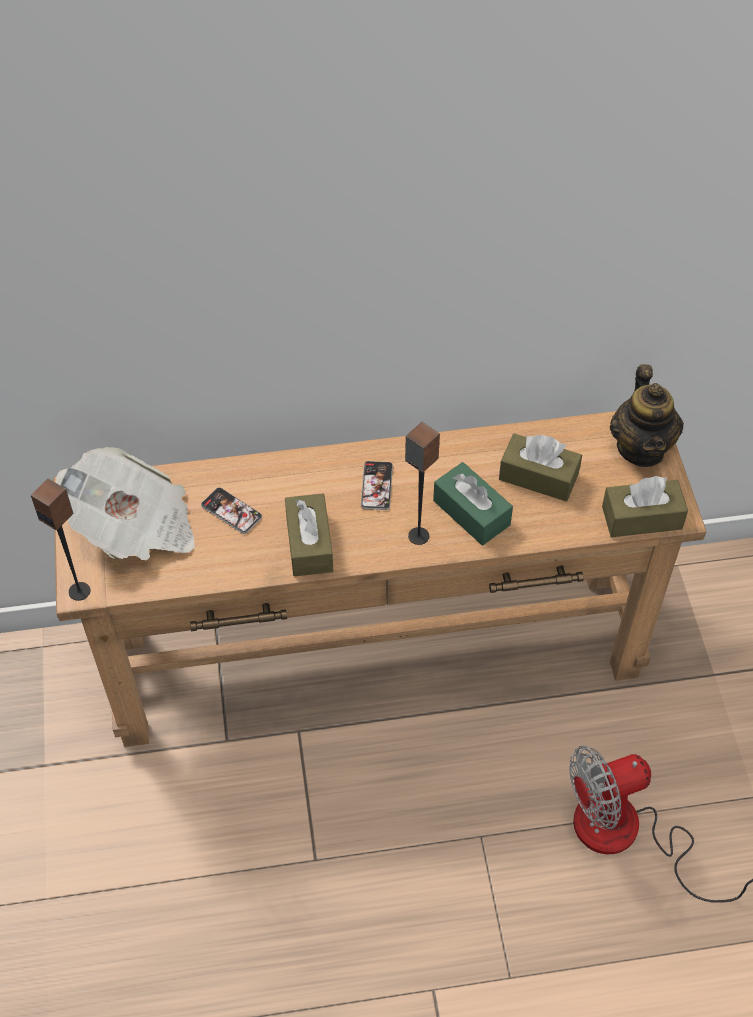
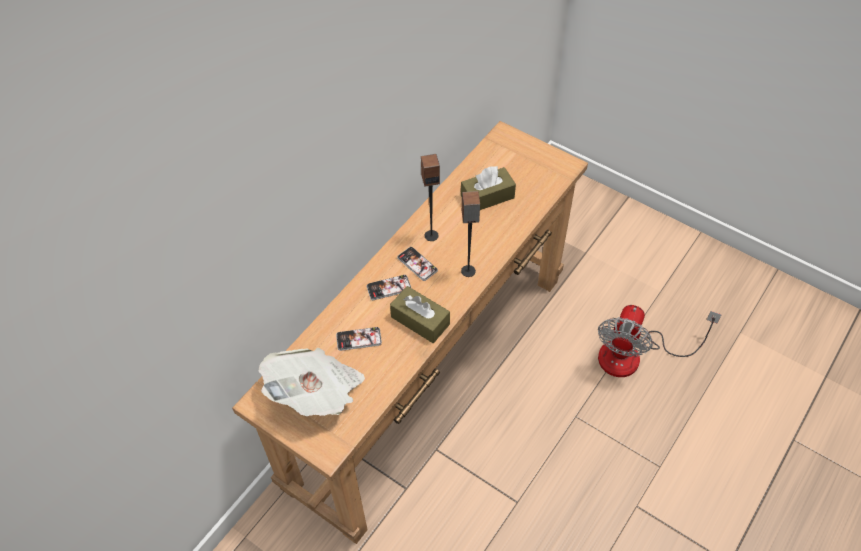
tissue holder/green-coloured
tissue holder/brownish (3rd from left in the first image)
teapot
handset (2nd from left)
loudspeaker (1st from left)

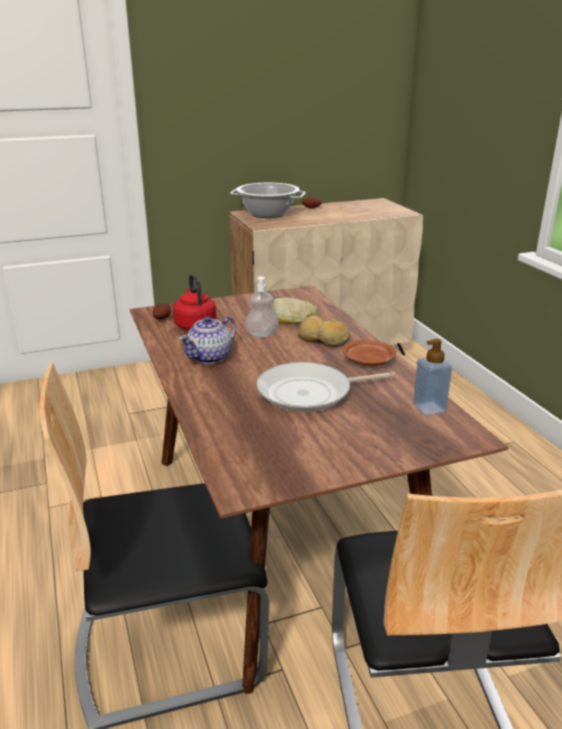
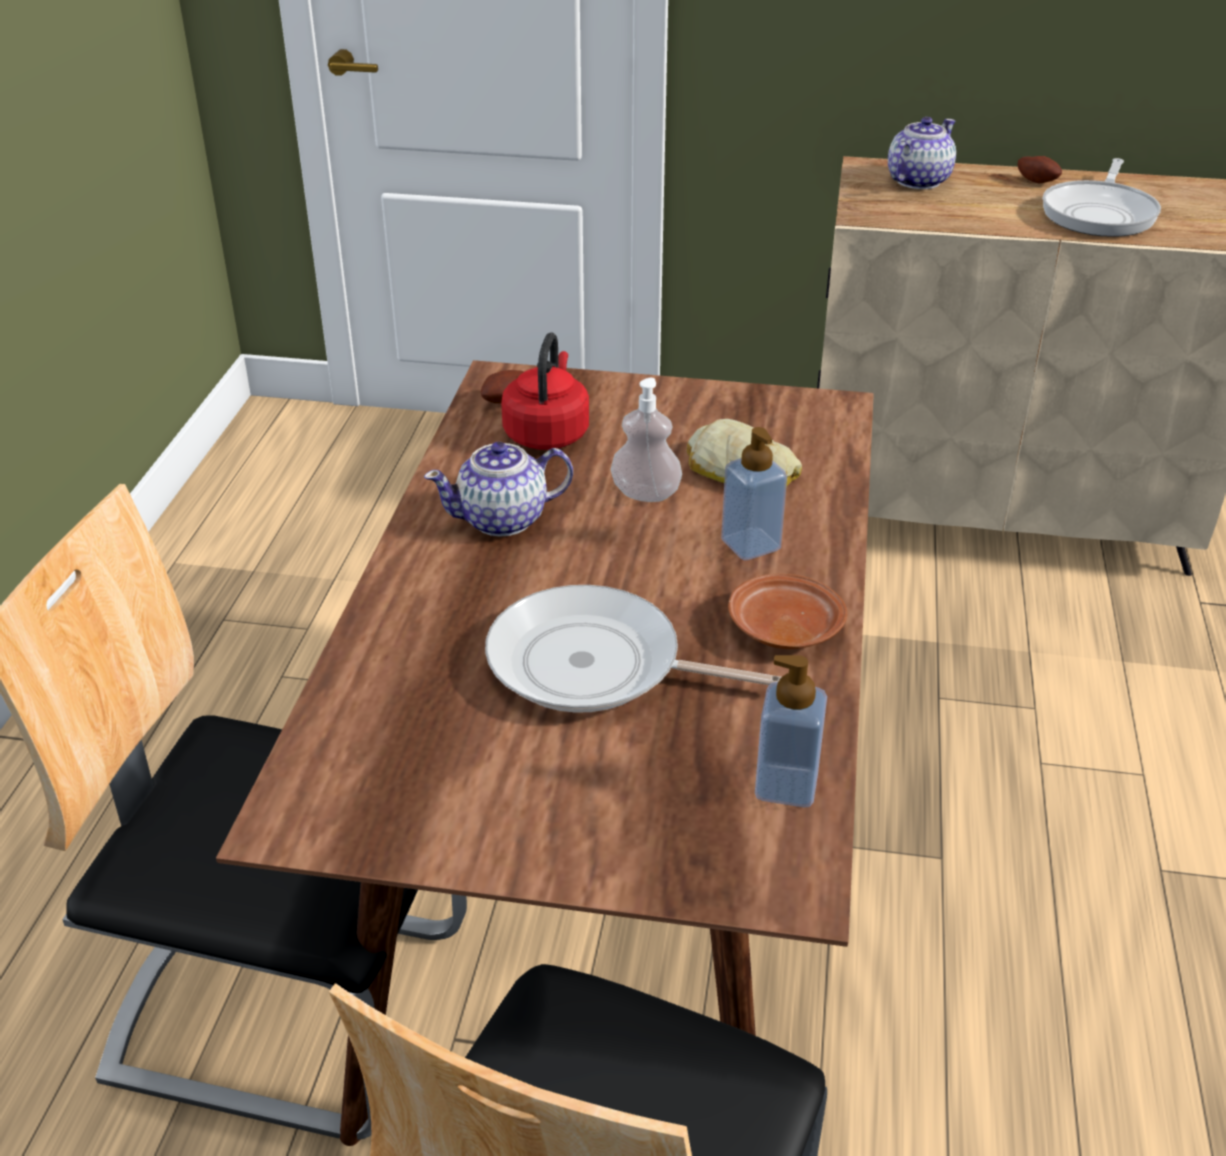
pan (2nd from left)
teapot (2nd from left)
liquid soap bottle (2nd from left)

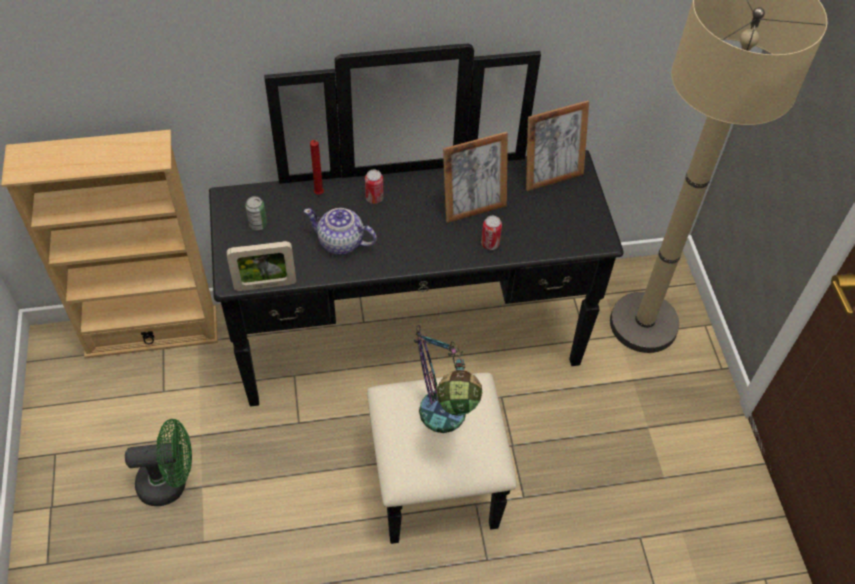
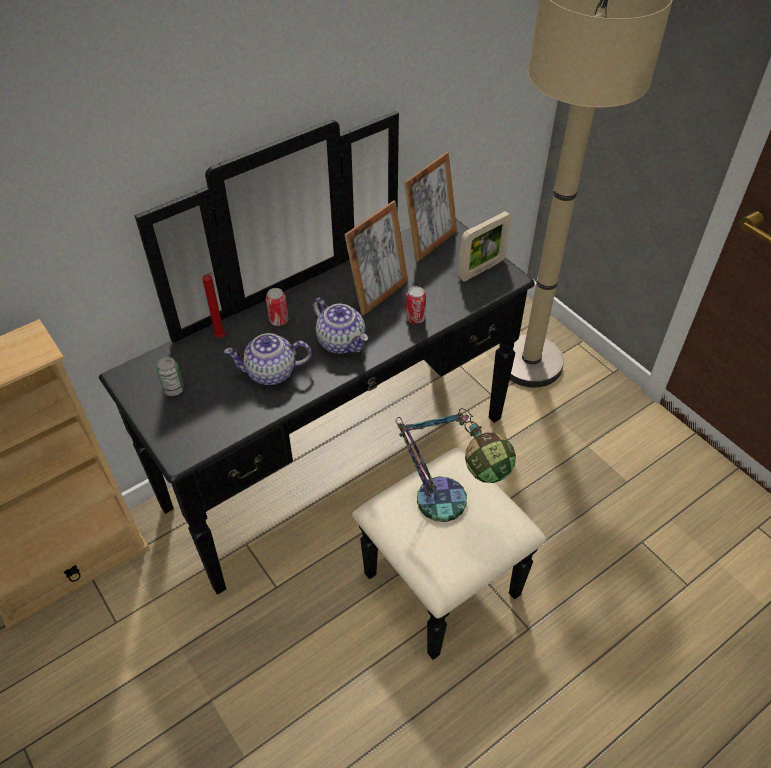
fan/green-coloured
teapot (2nd from left)
photo frame (3rd from left)

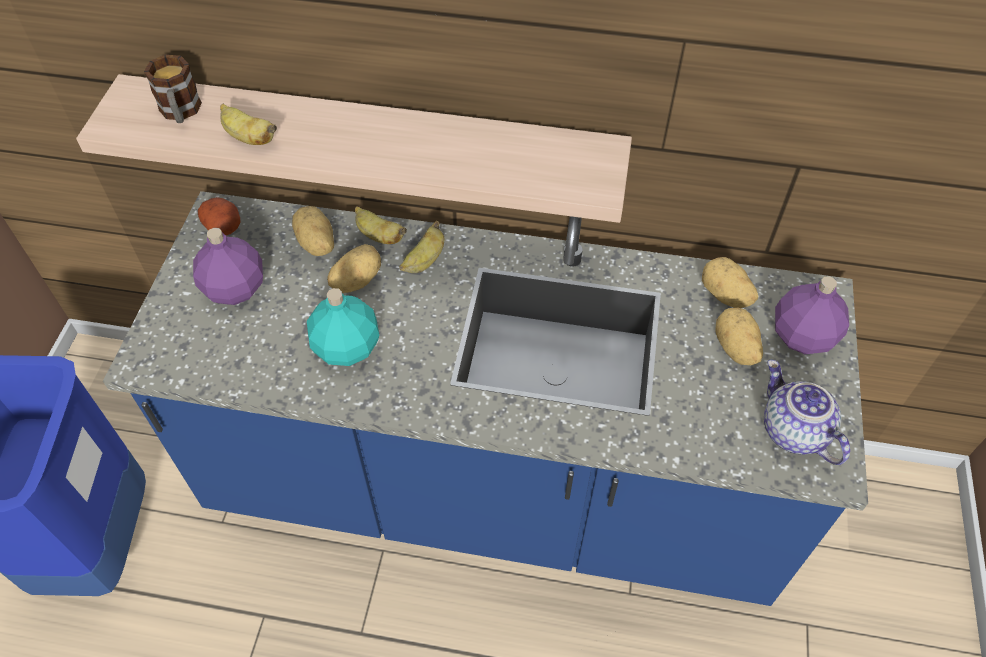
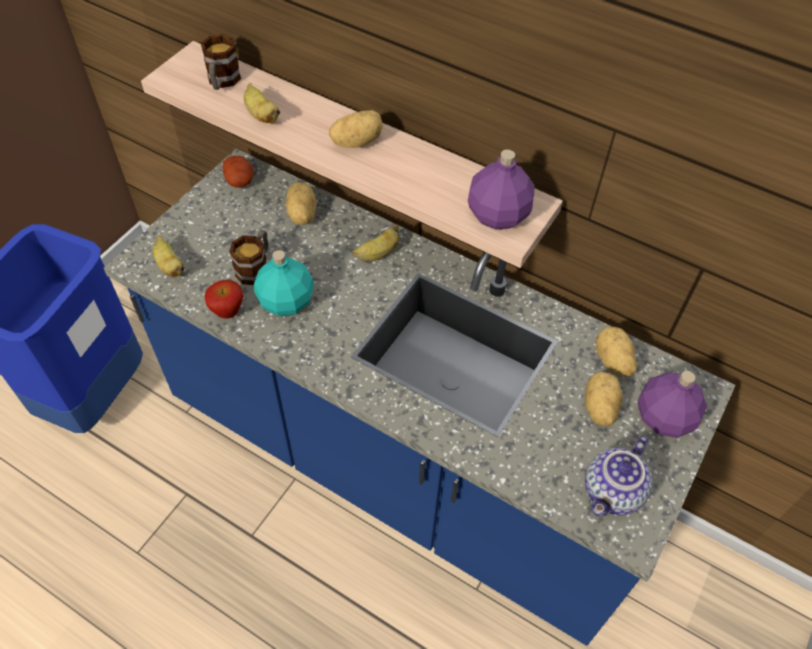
apple fruit
coffee mug (2nd from left)
beverage bottle/purple (1st from left)
potato (3rd from left)
banana fruit (1st from left)
teapot

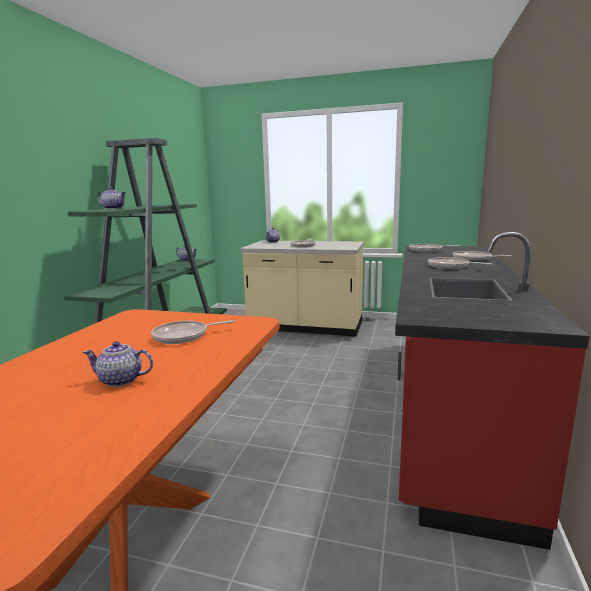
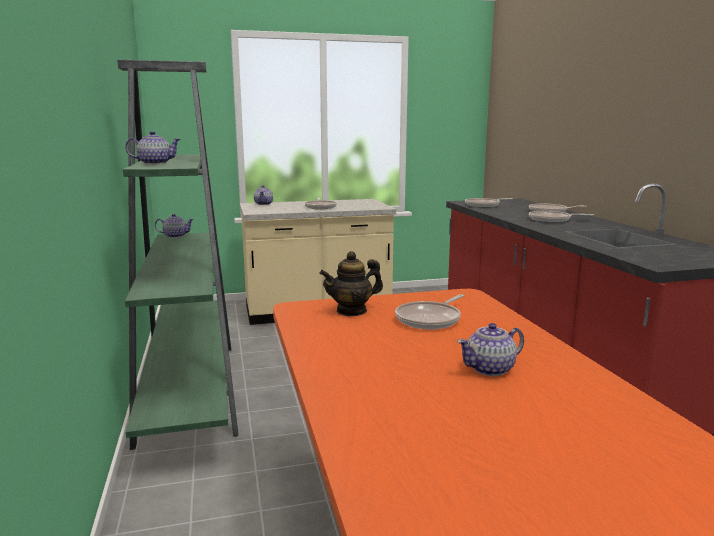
teapot (4th from left)

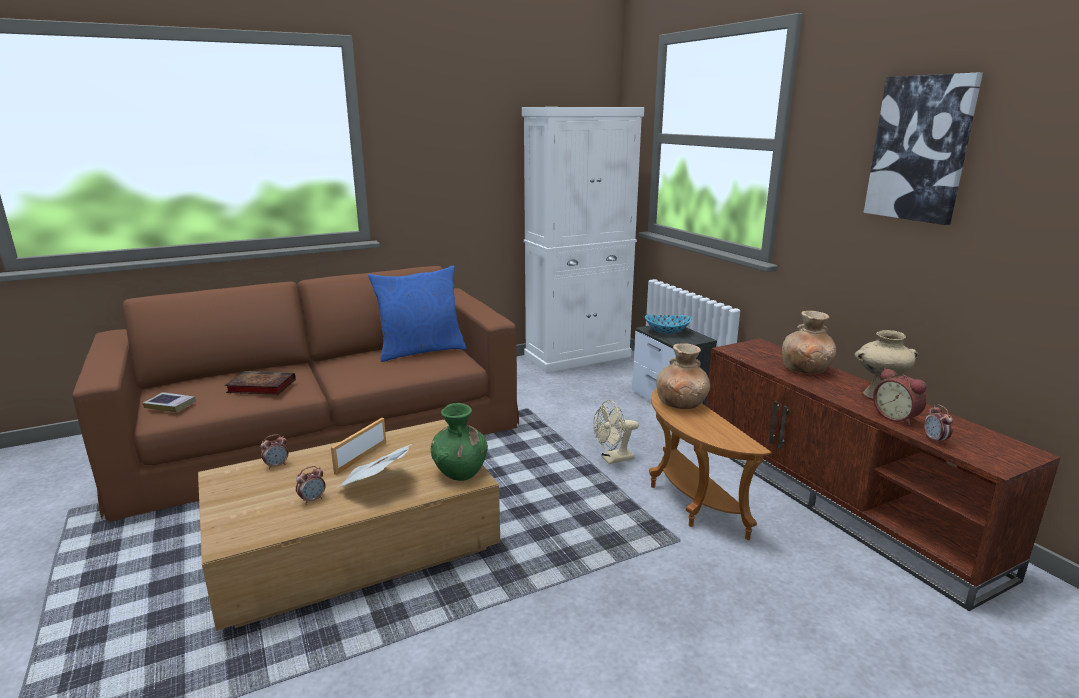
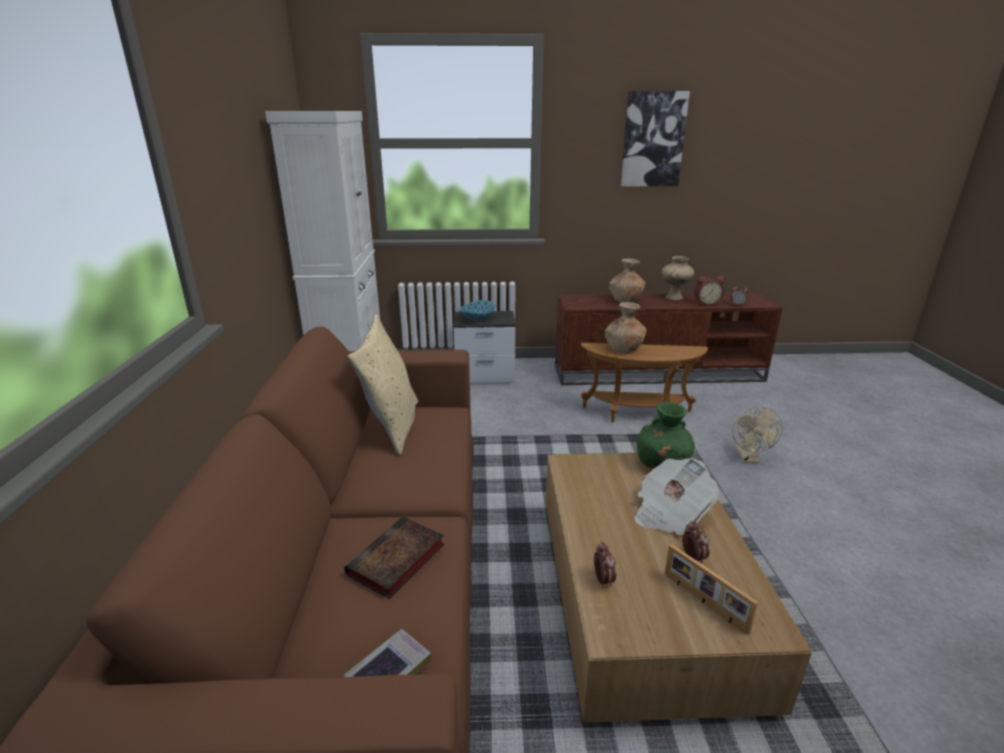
photo frame
fan/sand-coloured
cushion/sand-coloured

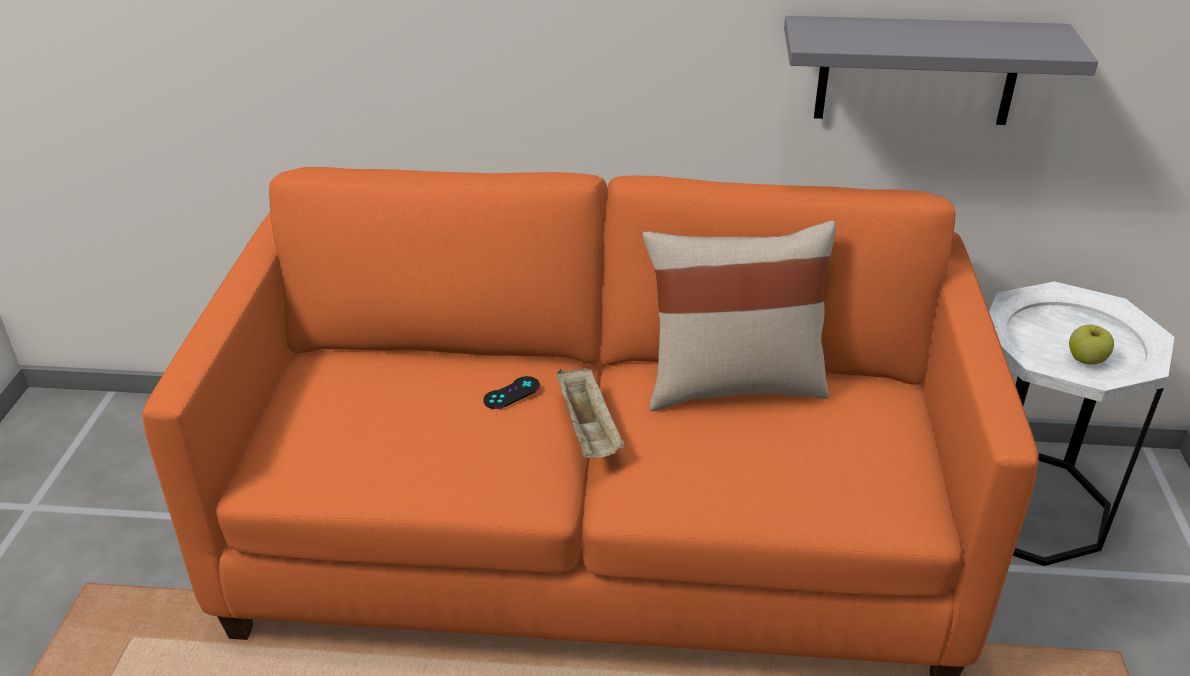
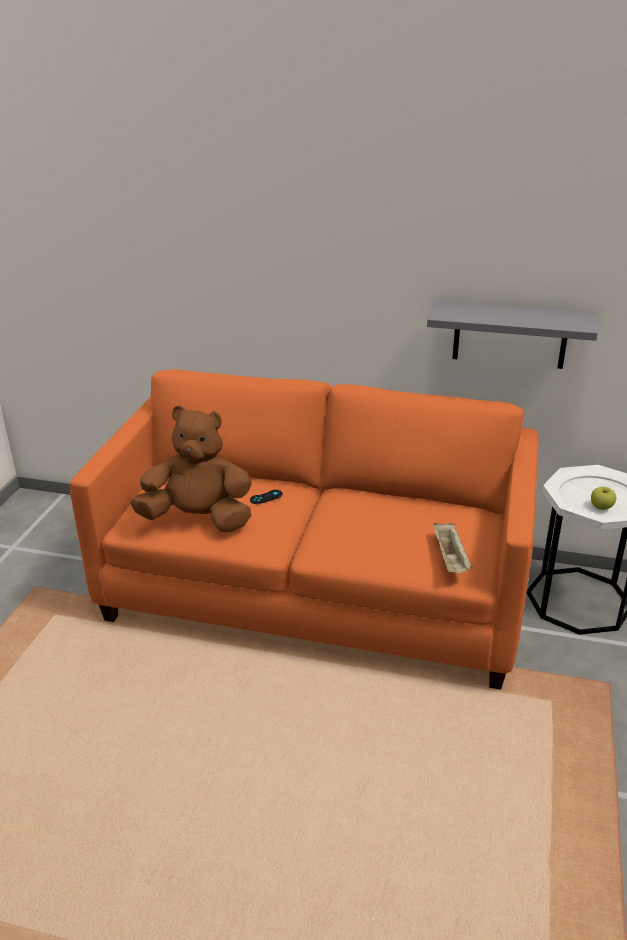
cushion/sand-coloured
cuddly toy/brownish
carrying tray/sand-coloured

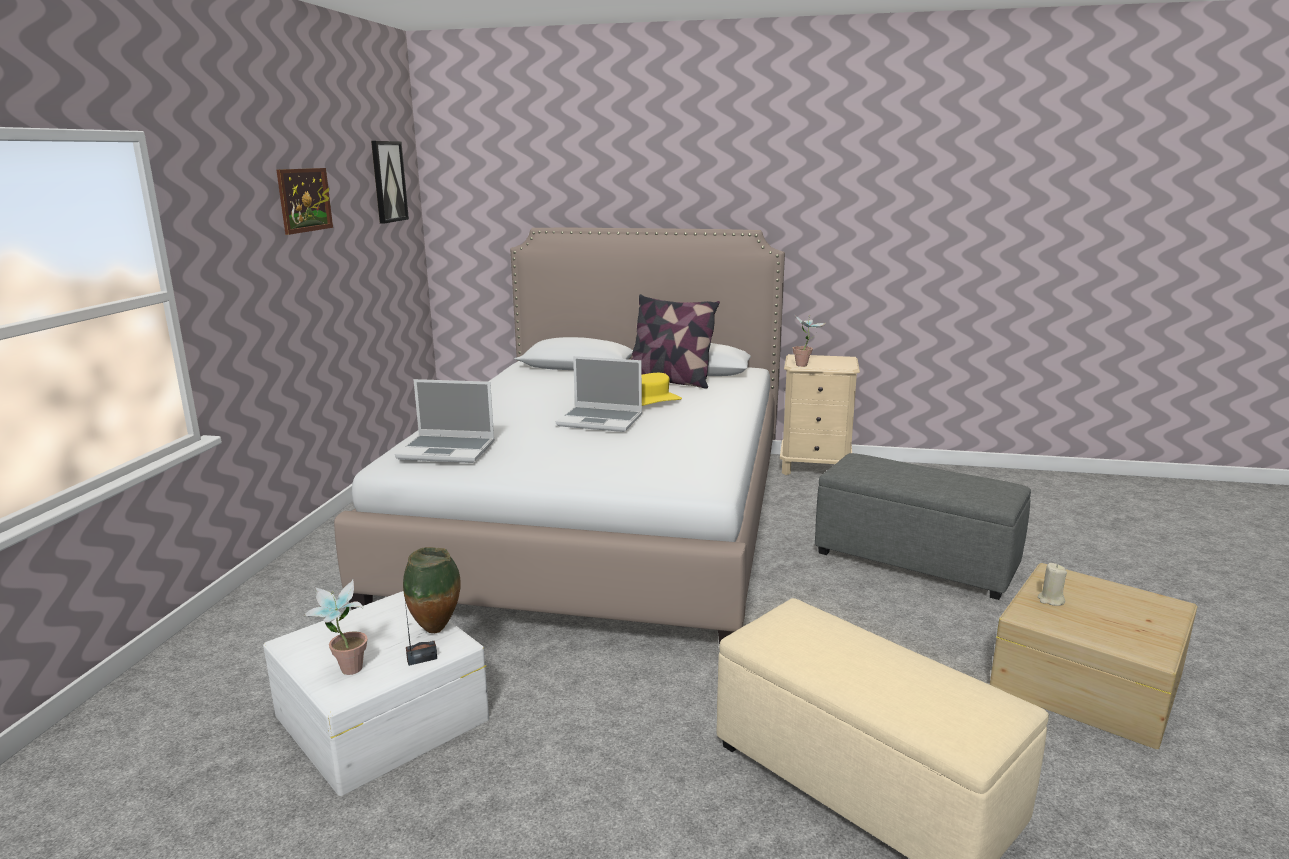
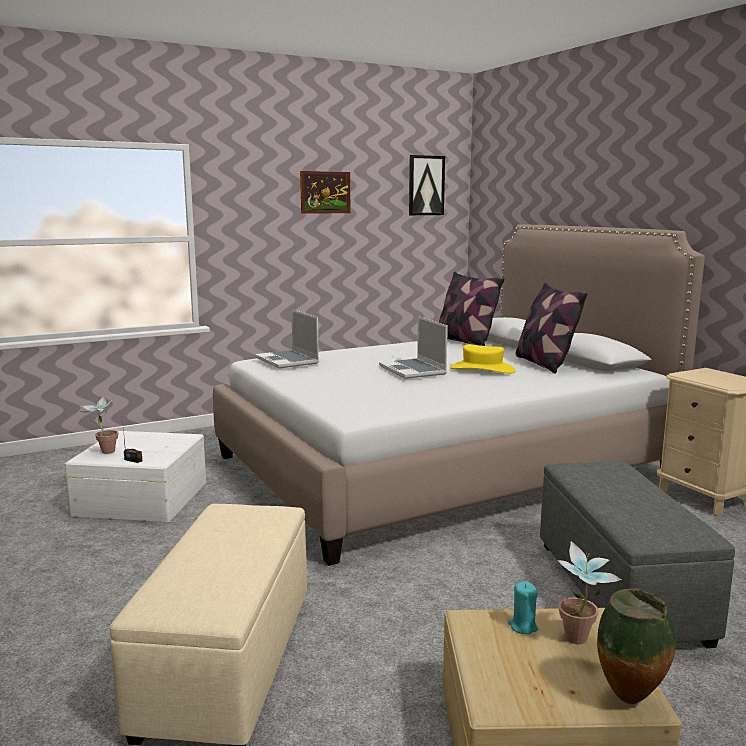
cushion (1st from left)
vase
plant in a pot (2nd from left)
candle/blue-green

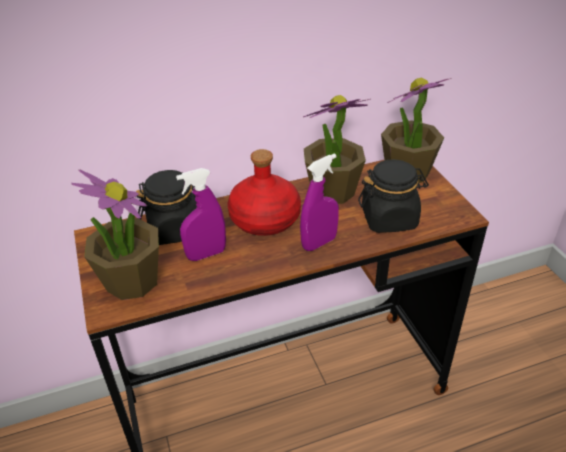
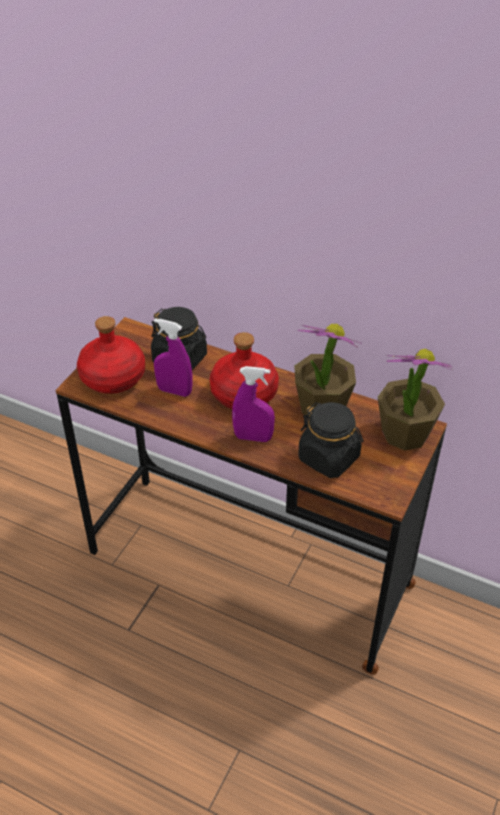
beverage bottle/red-coloured (1st from left)

